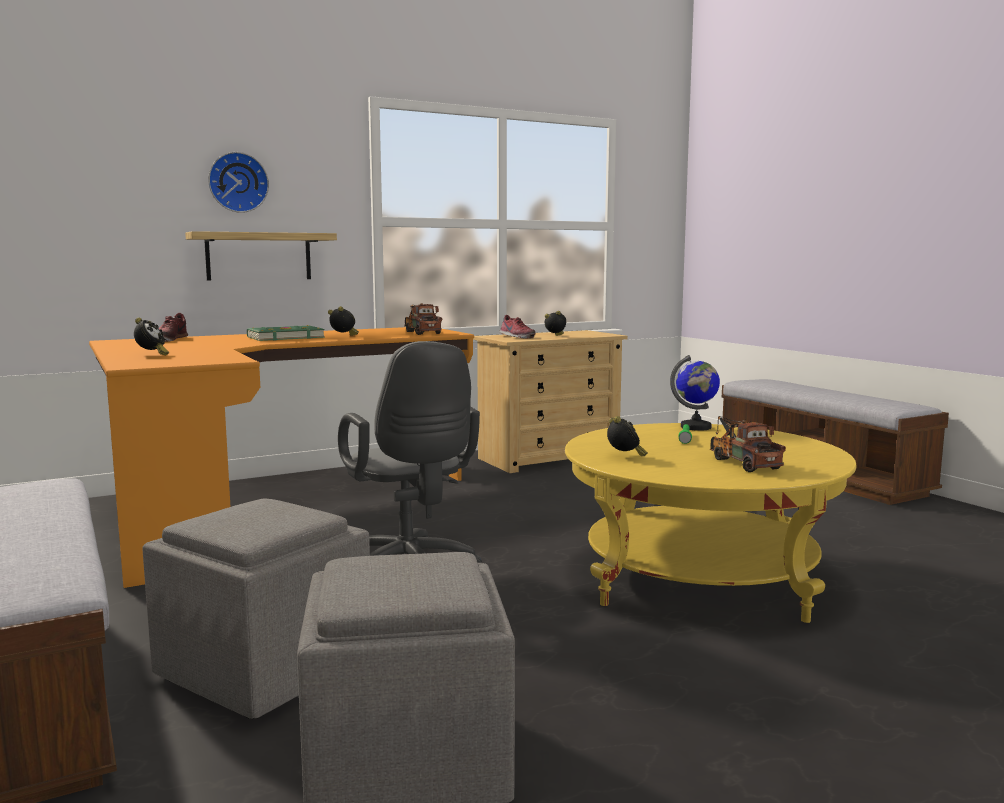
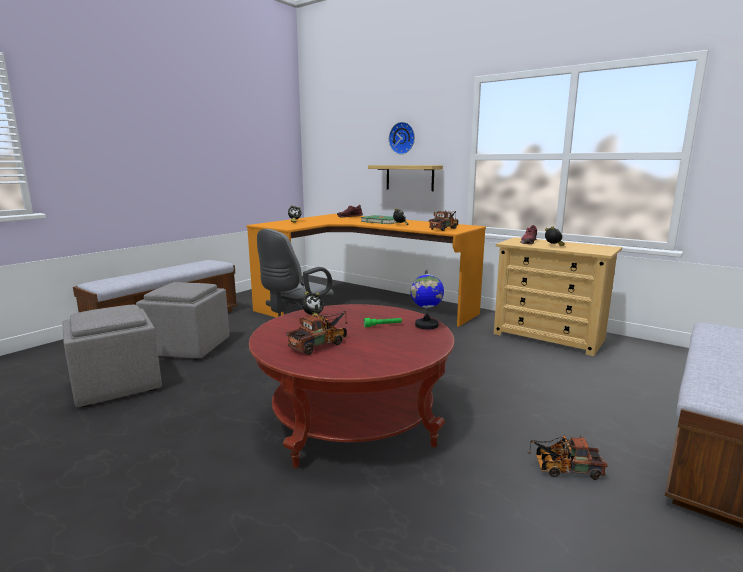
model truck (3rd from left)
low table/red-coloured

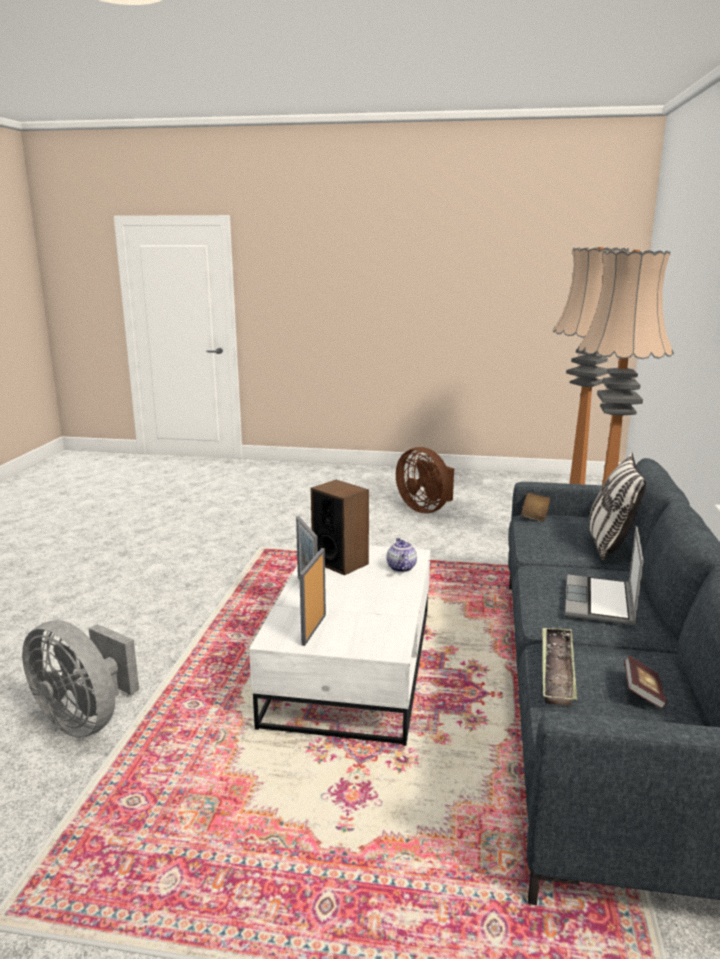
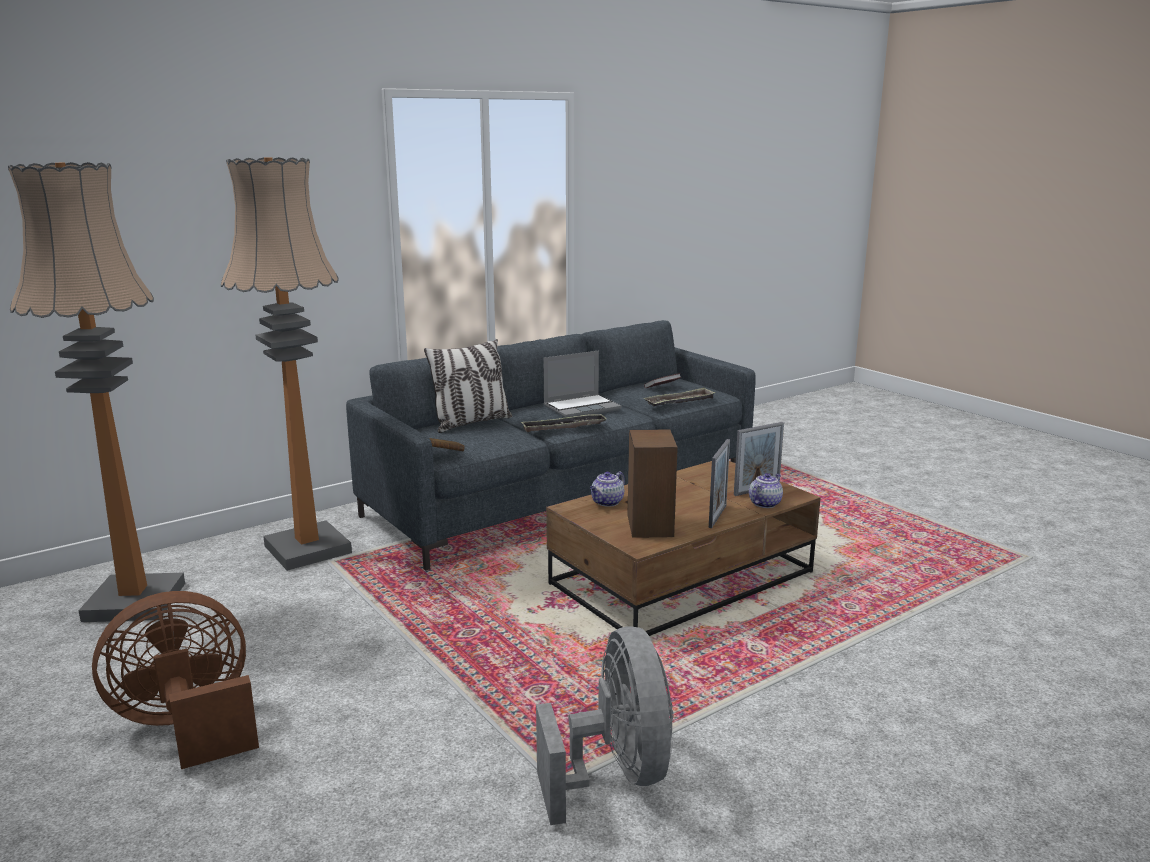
carrying tray (1st from left)
teapot (2nd from left)
fan/gray
low table/brownish
fan/brownish

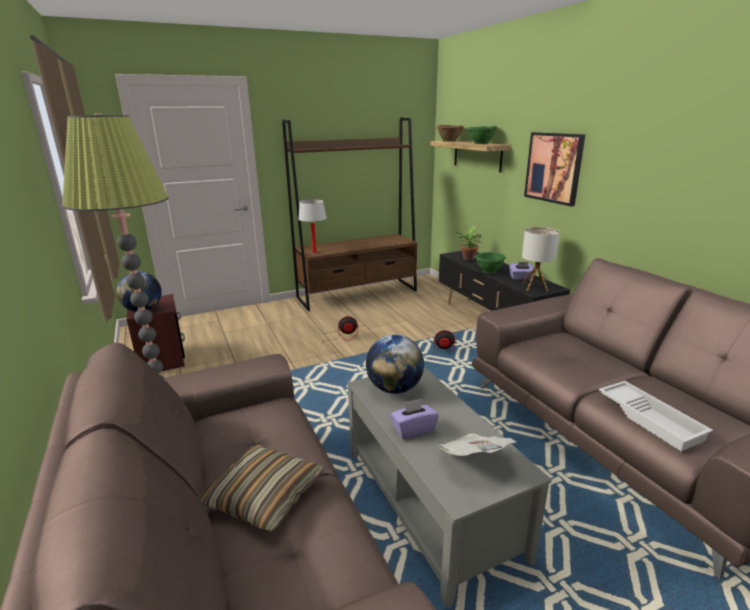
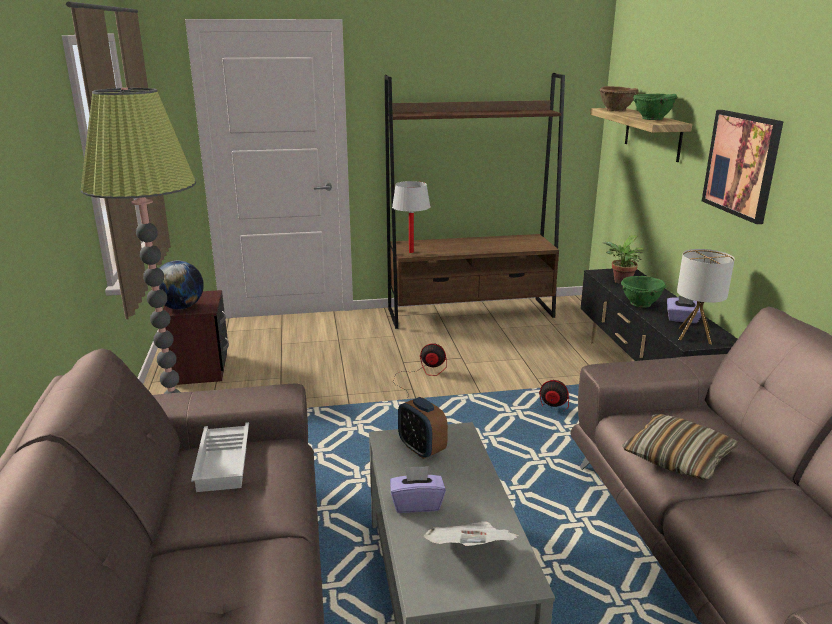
cushion
carrying tray/white
table clock

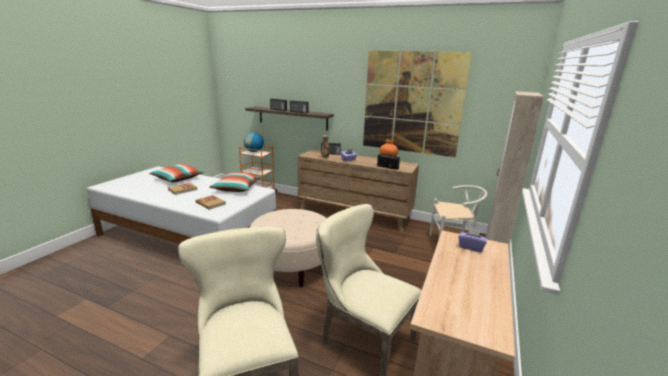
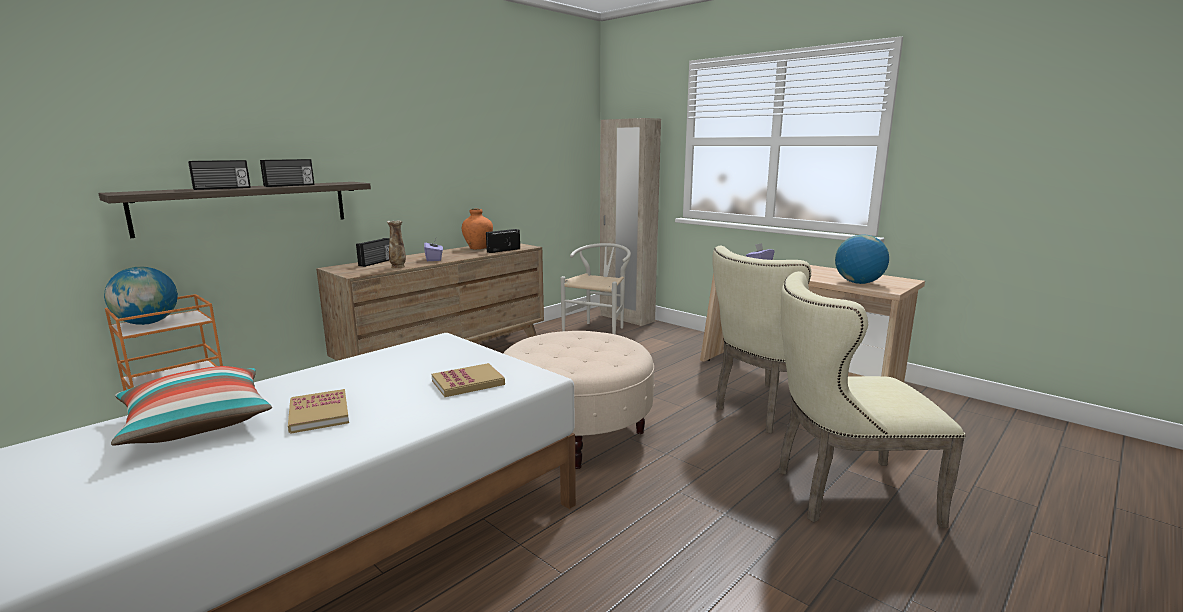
cushion (2nd from left in the first image)
picture
globe (2nd from left)

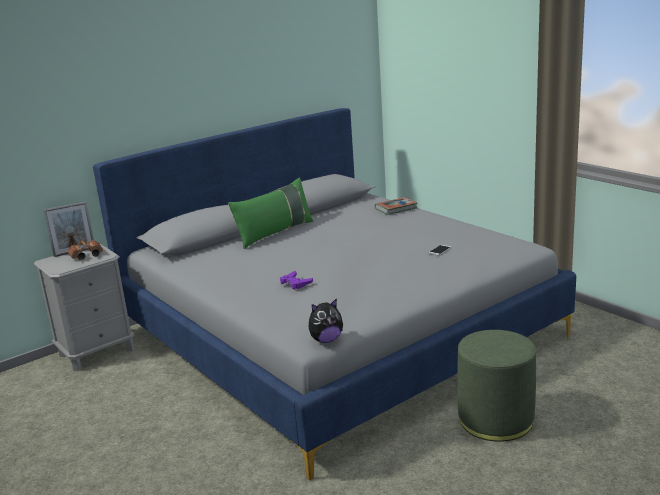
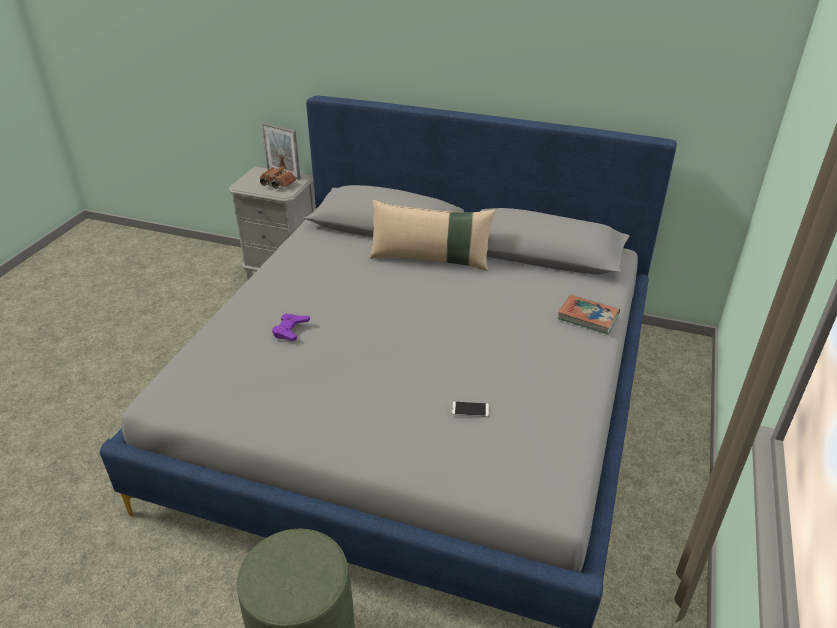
cuddly toy
cushion/sand-coloured

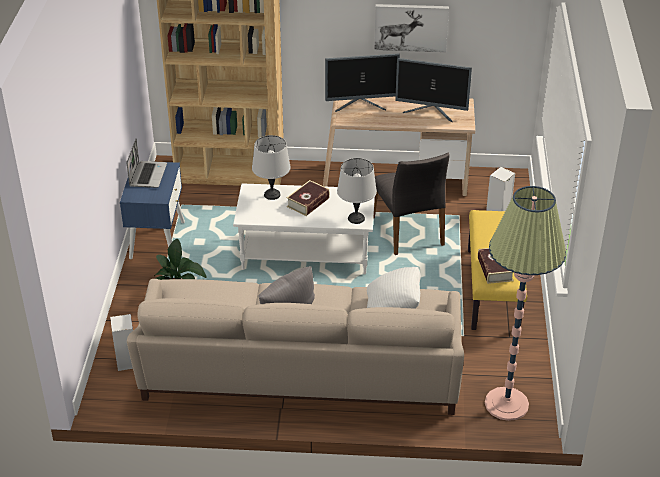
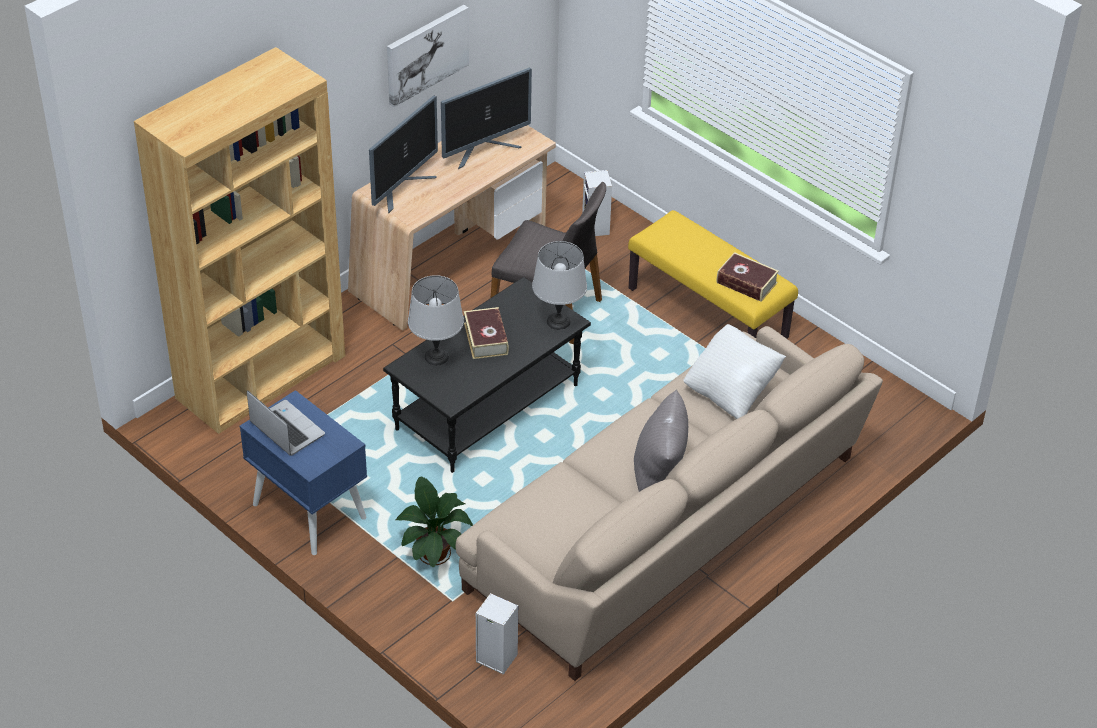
floor lamp
low table/blackish

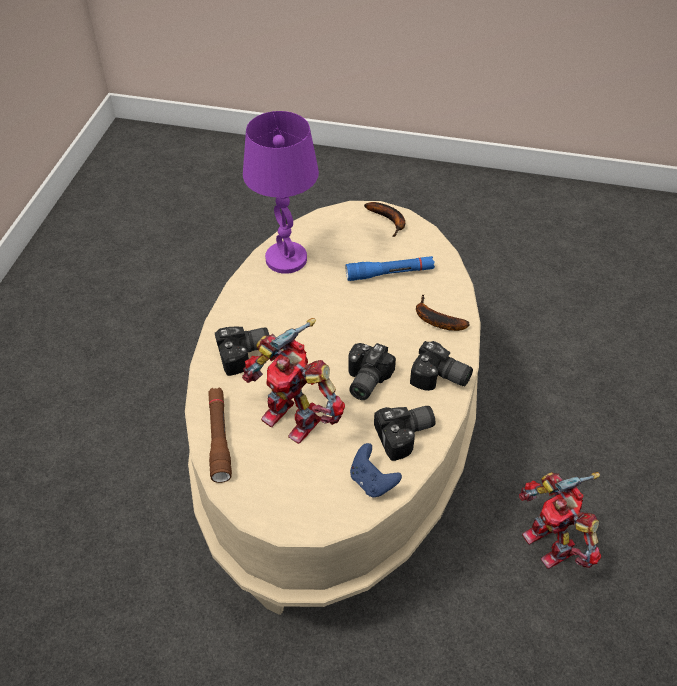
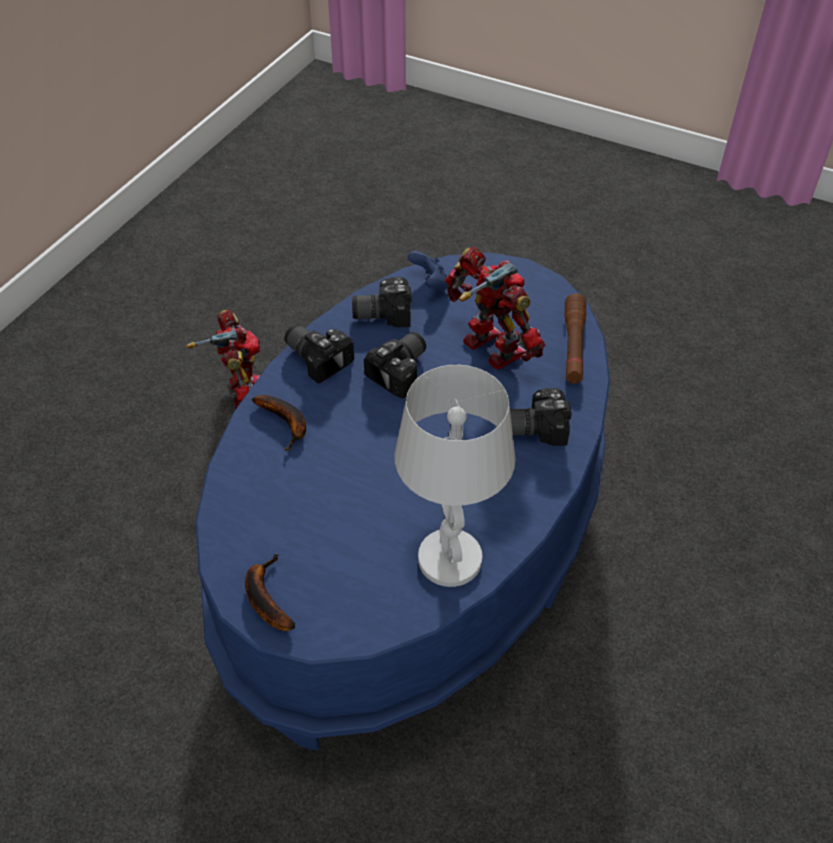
hand torch/blue-coloured
low table/blue-coloured
table lamp/white

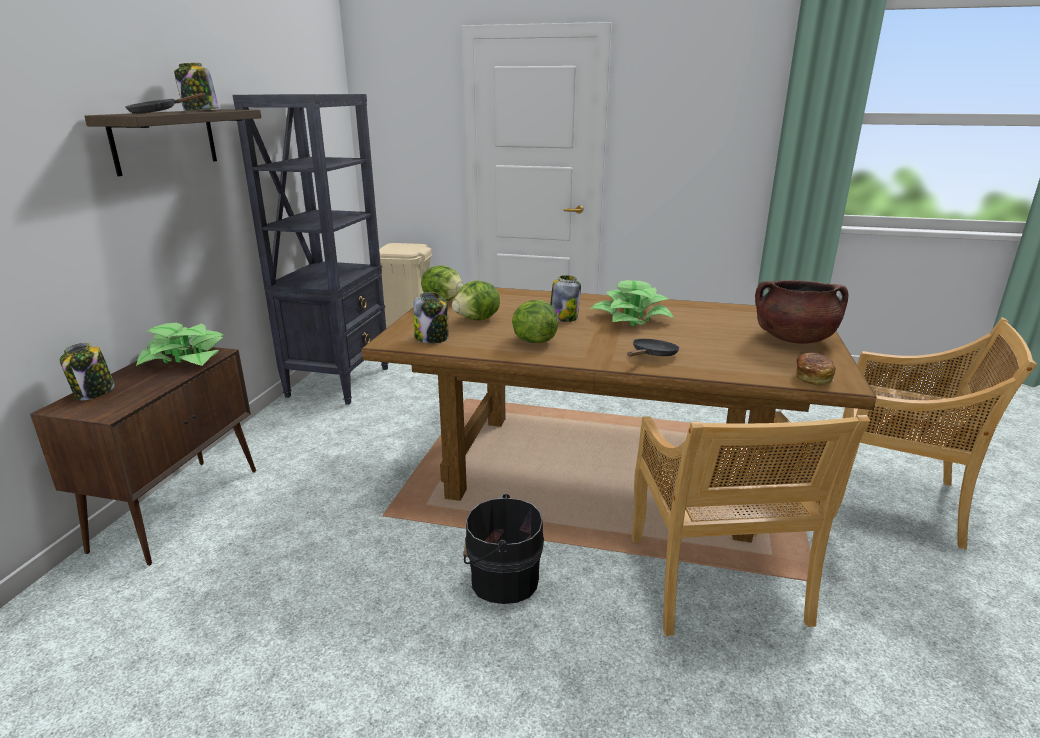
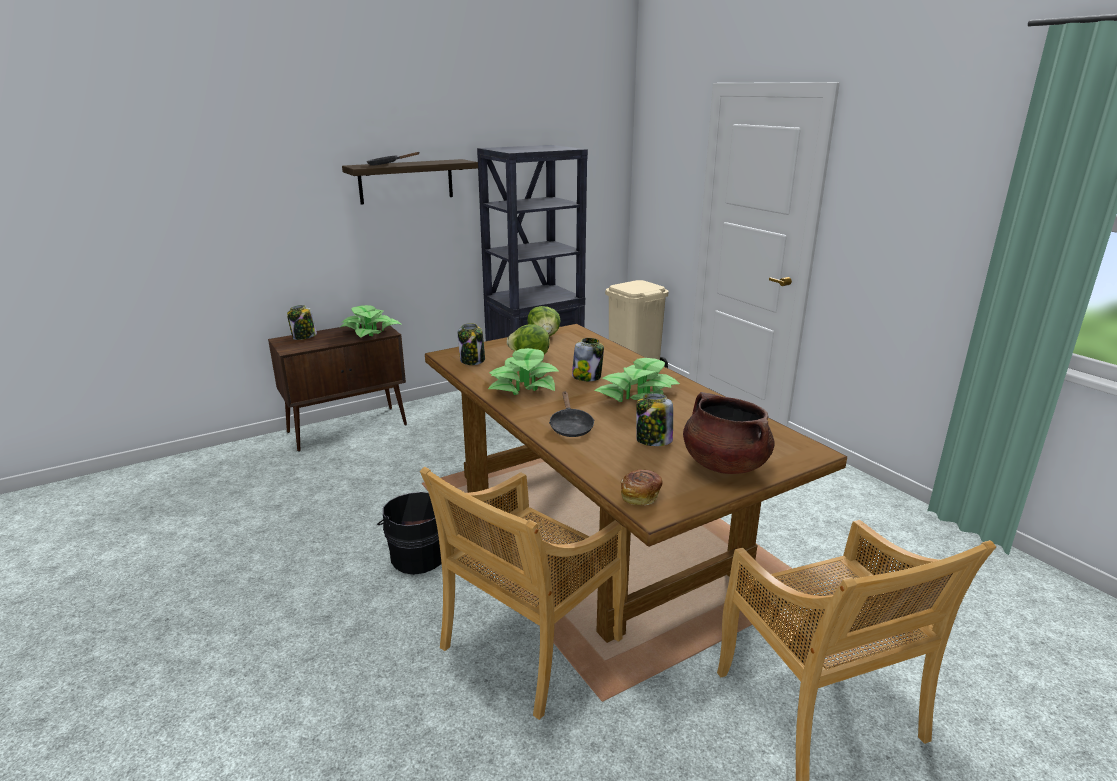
jar (4th from left)
plant in a pot (2nd from left)
pan/blackish (2nd from left)

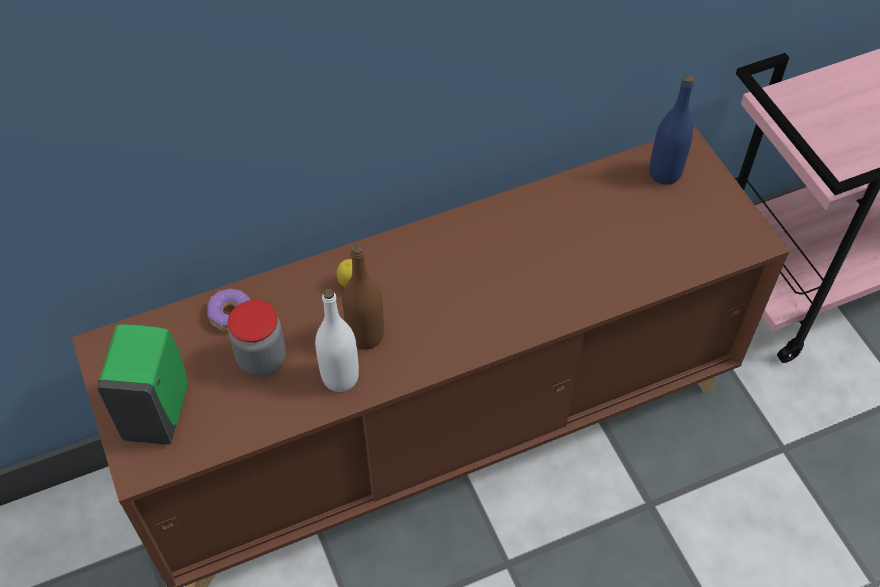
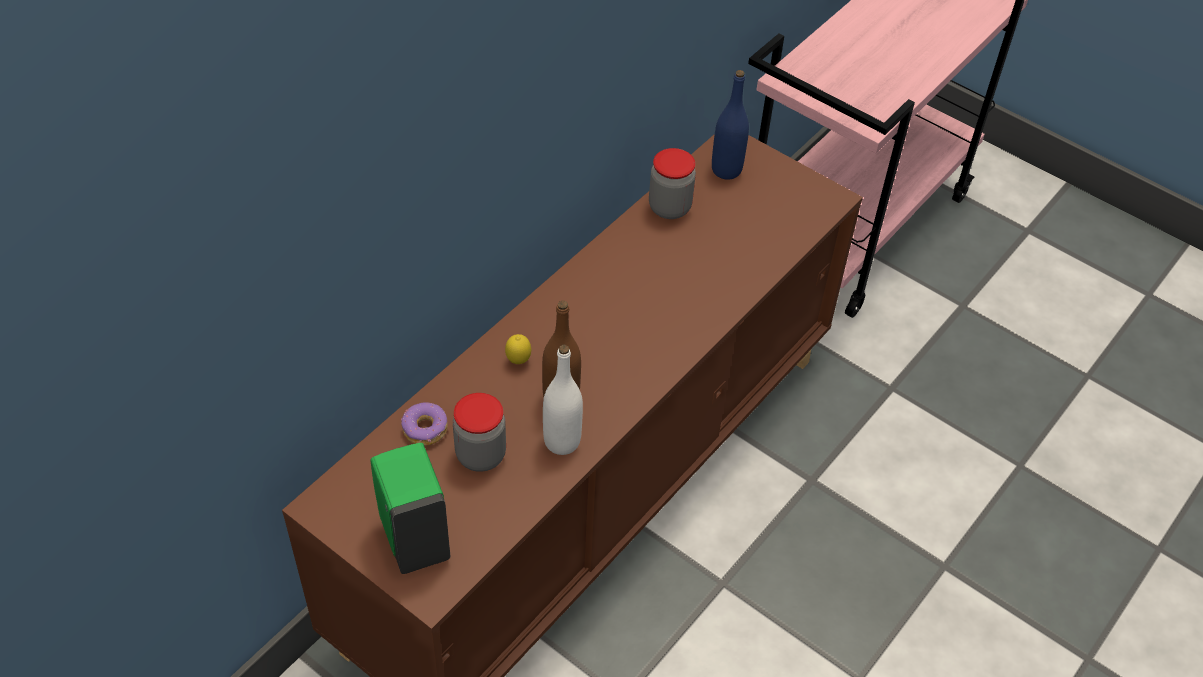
jar (2nd from left)

